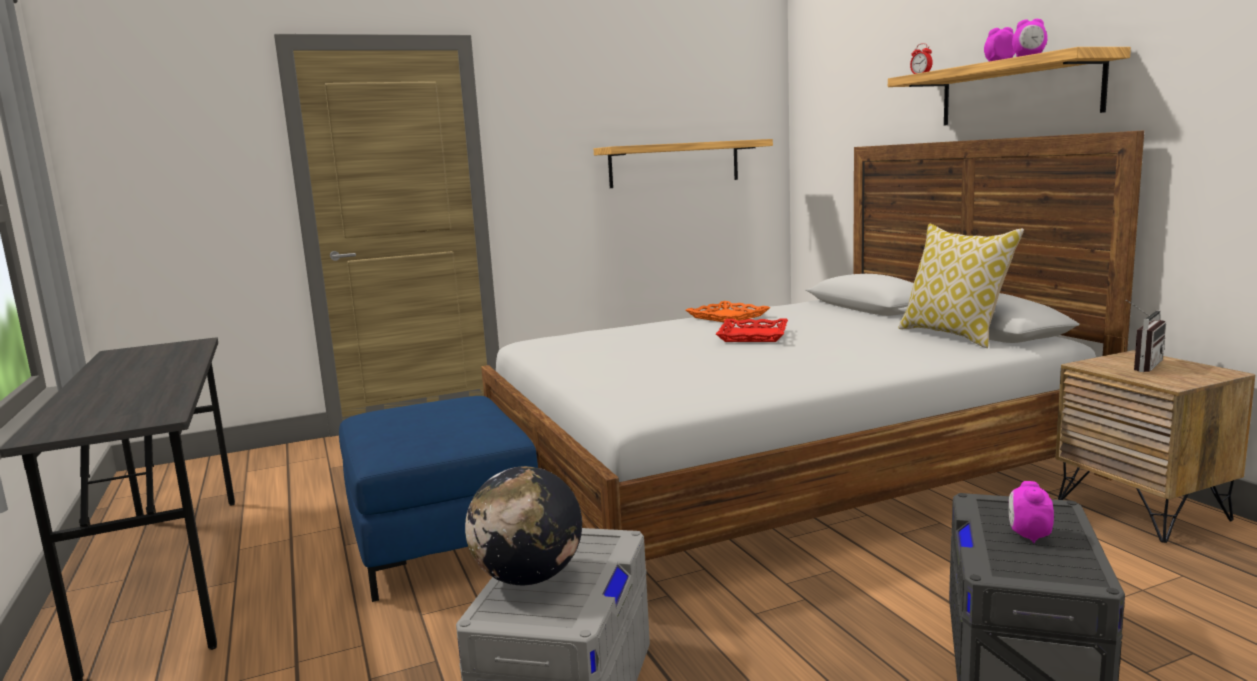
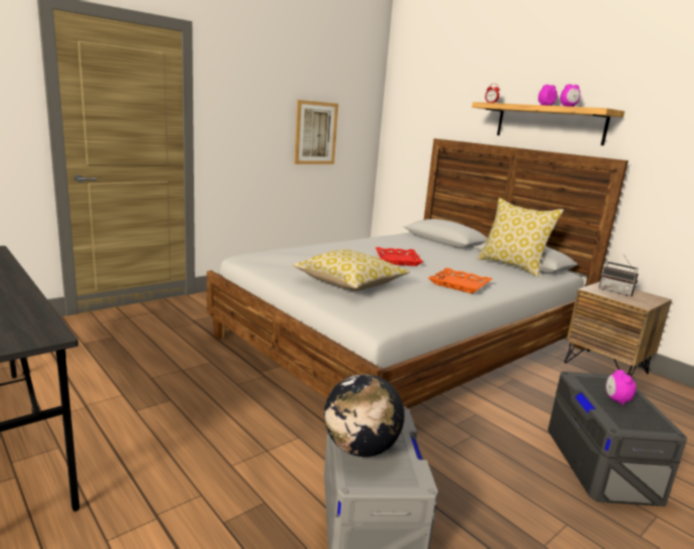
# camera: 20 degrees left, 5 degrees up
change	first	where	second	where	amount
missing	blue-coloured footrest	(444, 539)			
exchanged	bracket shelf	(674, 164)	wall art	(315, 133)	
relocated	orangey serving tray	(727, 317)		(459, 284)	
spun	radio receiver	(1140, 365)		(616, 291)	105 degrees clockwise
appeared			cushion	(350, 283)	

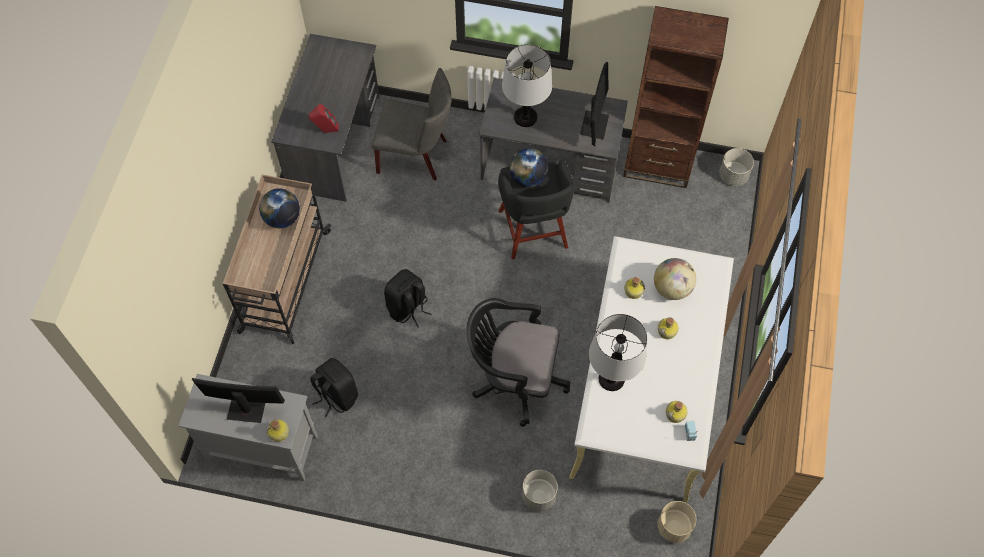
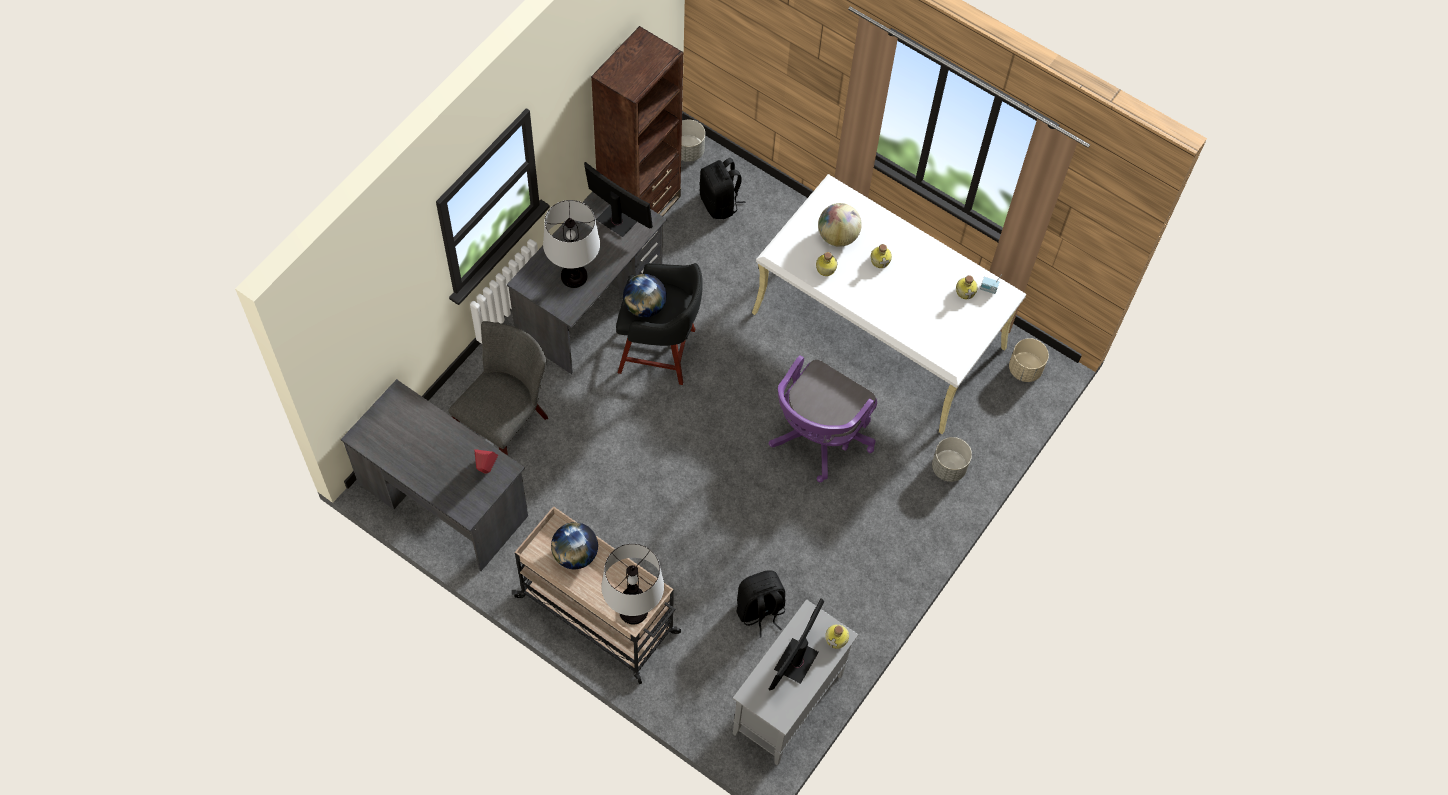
# camera: 70 degrees left, 0 degrees up
change	first	where	second	where	amount
relocated	black knapsack	(408, 308)		(720, 203)	
colour	black computer chair	(514, 379)	purple computer chair	(818, 438)	
relocated	table lamp	(611, 379)		(633, 611)	

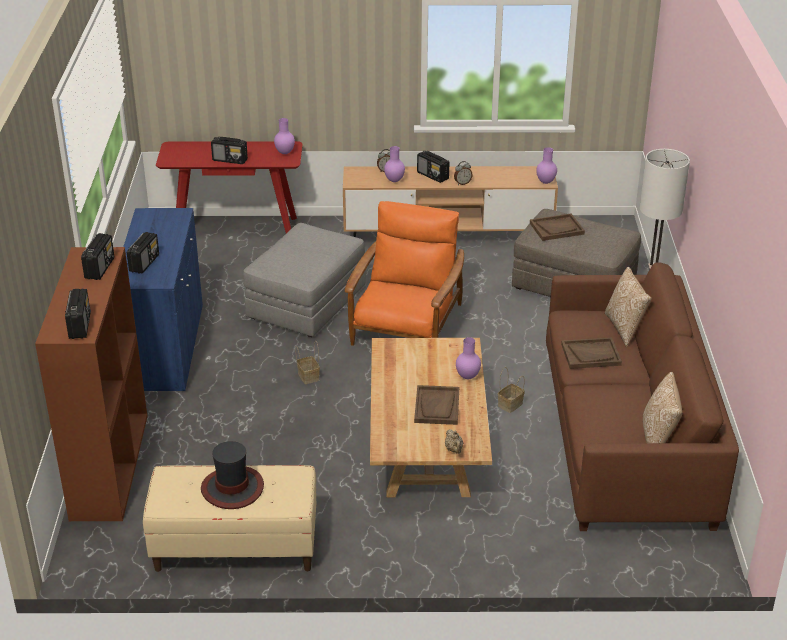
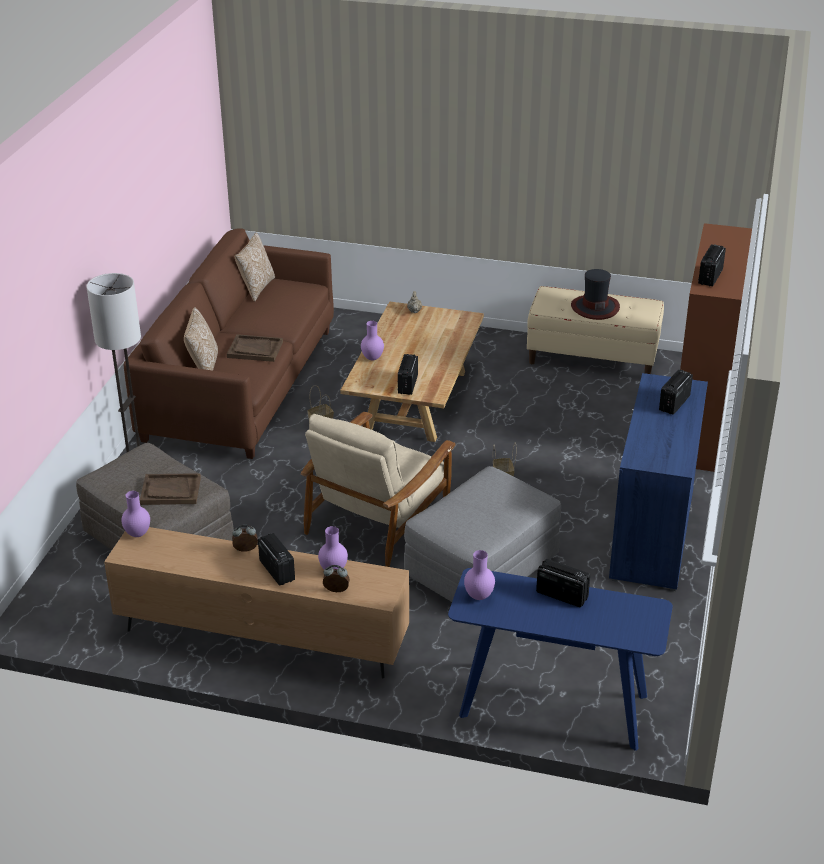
# camera: 165 degrees left, 0 degrees up
change	first	where	second	where	amount
relocated	radio receiver	(80, 325)		(407, 385)	
colour	reddish console table	(236, 230)	blue-coloured console table	(553, 706)	
colour	orangey easy chair	(406, 326)	beige easy chair	(379, 518)	
missing	brown-coloured serving tray	(437, 406)			

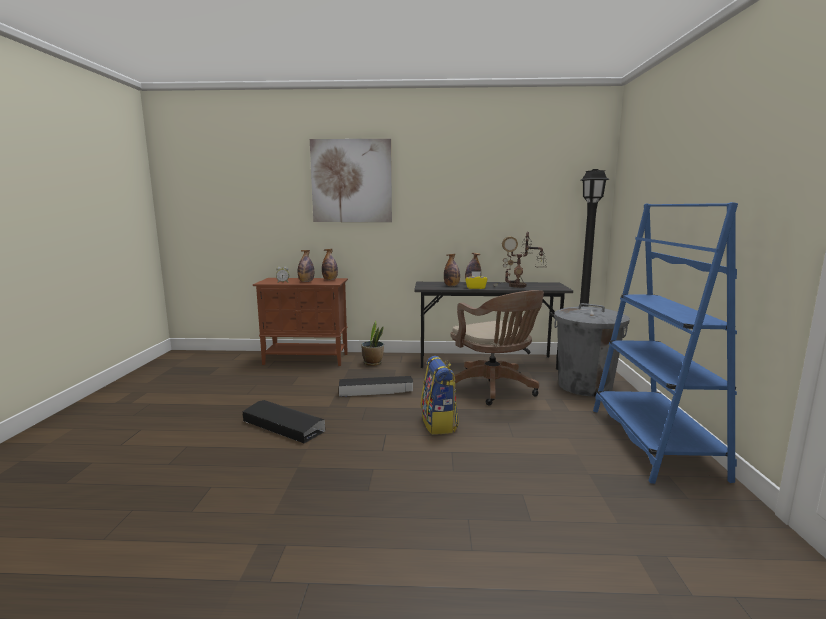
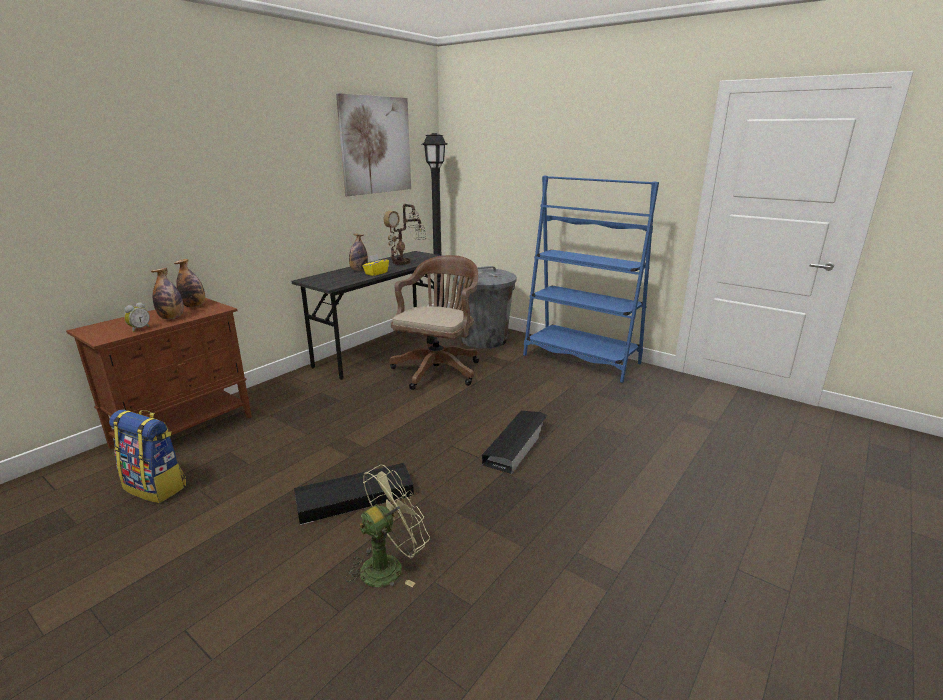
# camera: 55 degrees left, 10 degrees up
change	first	where	second	where	amount
relocated	wall art	(351, 181)		(376, 145)	
relocated	black storage box	(376, 390)		(516, 445)	
missing	plant in a pot	(373, 363)			
relocated	knapsack	(439, 424)		(157, 487)	
missing	bottle	(451, 286)			
spun	brown-coloured computer chair	(494, 389)		(438, 369)	75 degrees counterclockwise
appeared			greenish cooling fan	(389, 565)	

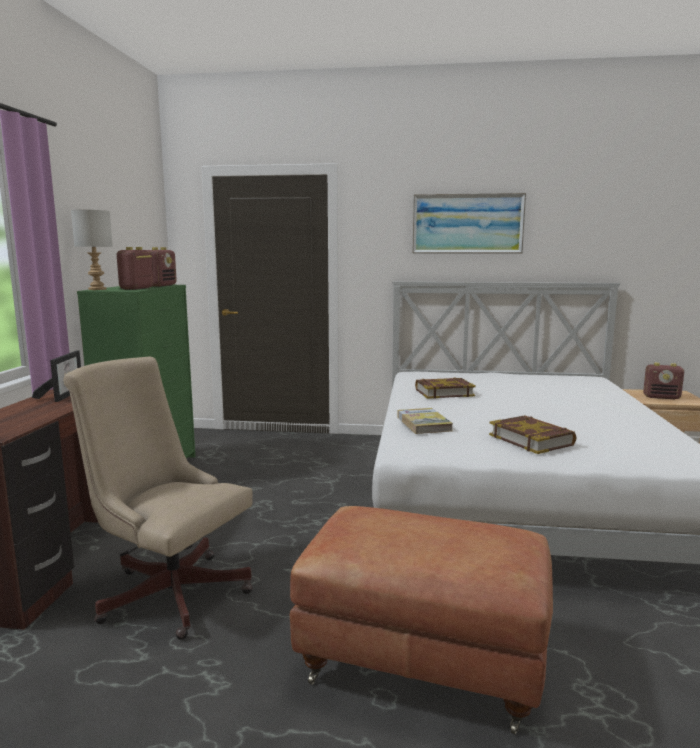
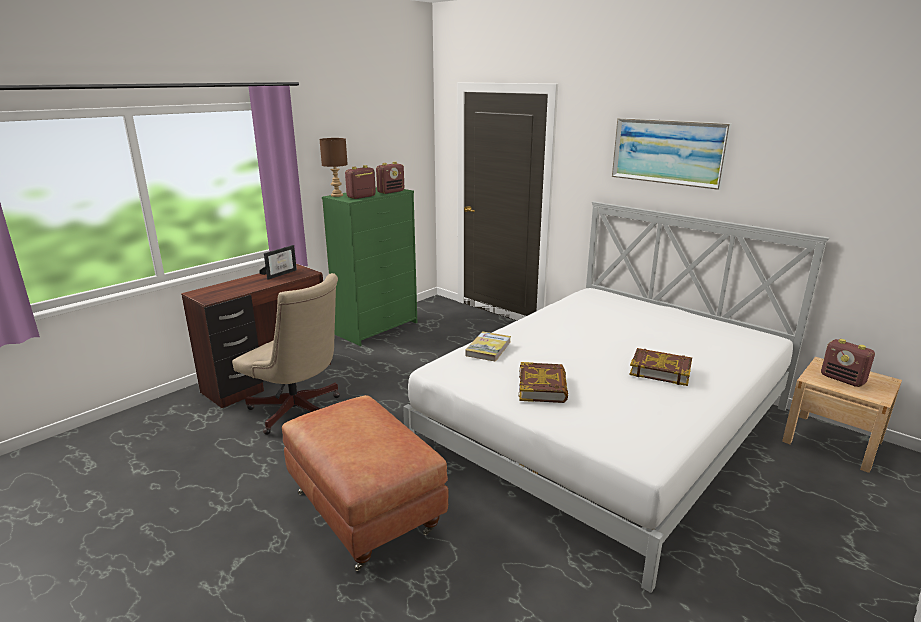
# camera: 35 degrees right, 10 degrees up
change	first	where	second	where	amount
spun	beige computer chair	(168, 591)		(299, 413)	150 degrees clockwise
colour	greyish table lamp	(96, 289)	brown-coloured table lamp	(336, 195)	
relocated	volume	(444, 392)		(660, 370)	

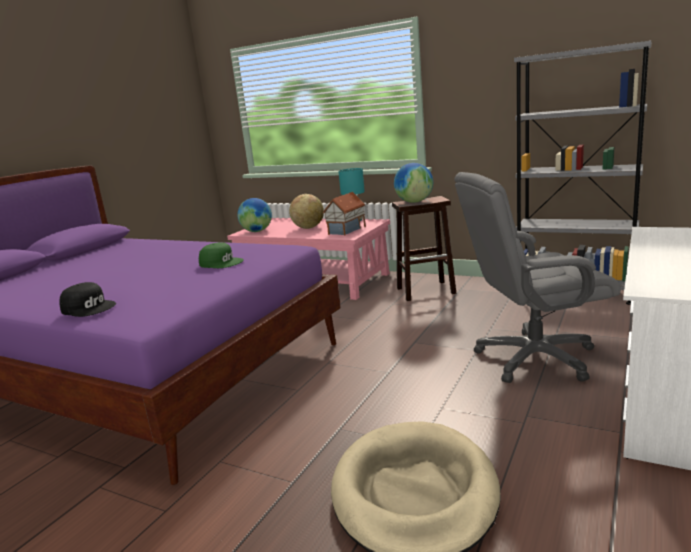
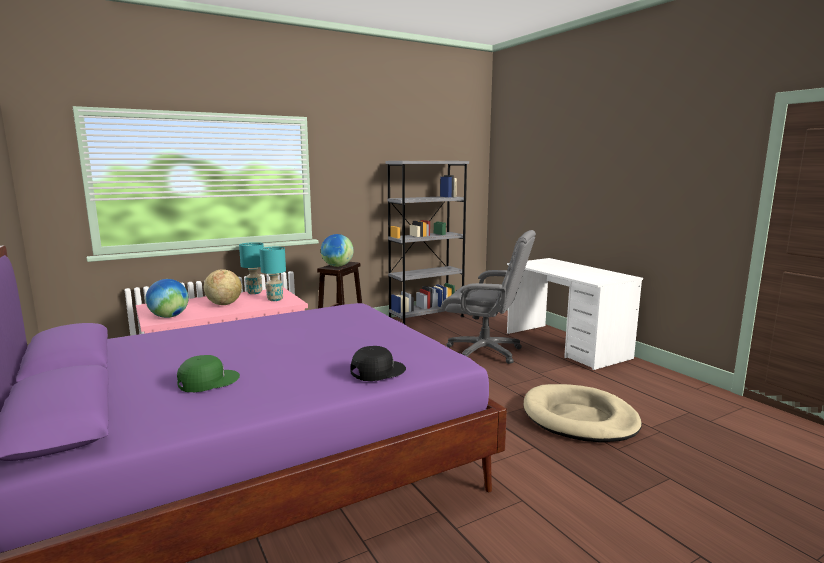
# camera: 60 degrees left, 5 degrees down
change	first	where	second	where	amount
relocated	greenish baseball cap	(221, 262)		(208, 381)	
exchanged	toy house	(347, 230)	turquoise-coloured table lamp	(275, 299)	
spun	greyish computer chair	(534, 358)		(485, 351)	90 degrees counterclockwise

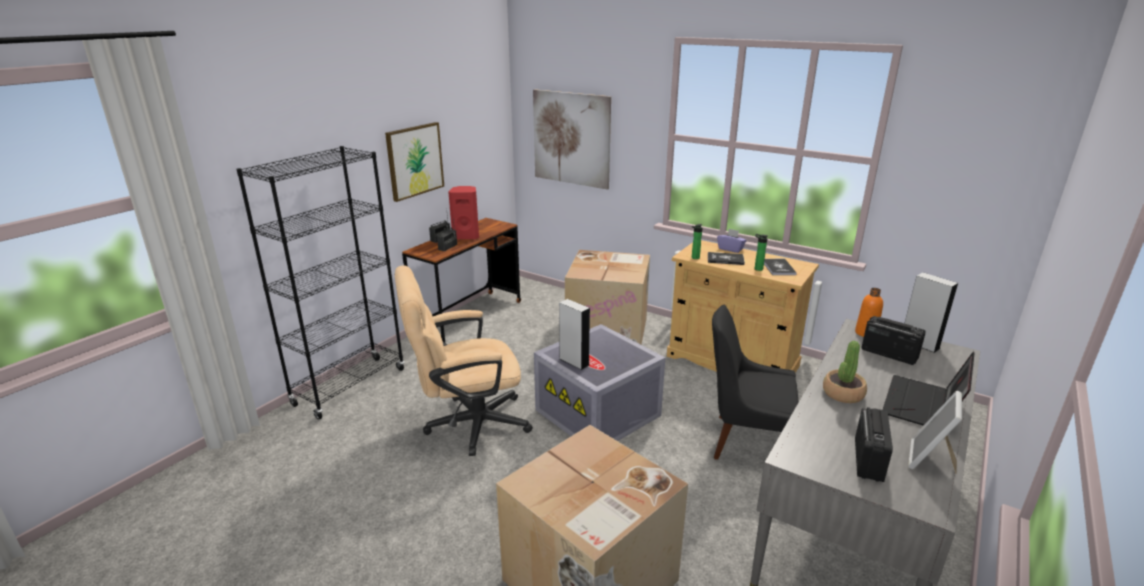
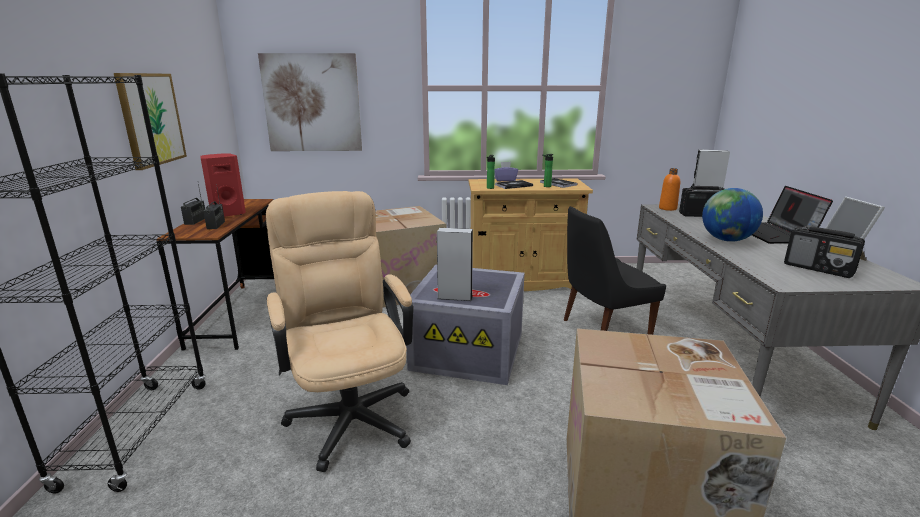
# camera: 35 degrees left, 5 degrees down
change	first	where	second	where	amount
spun	beige computer chair	(467, 425)		(349, 411)	120 degrees clockwise
exchanged	plant in a pot	(842, 393)	world globe	(726, 240)	
spun	radio receiver	(868, 459)		(818, 269)	150 degrees clockwise

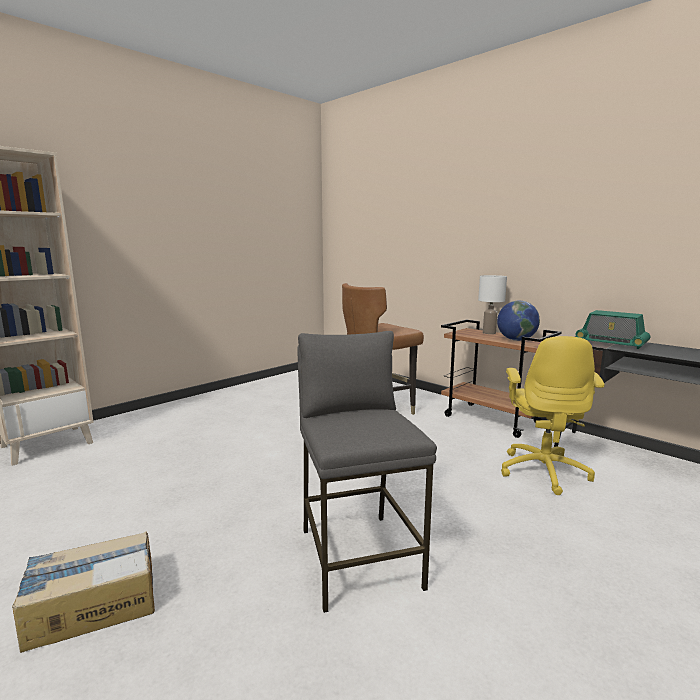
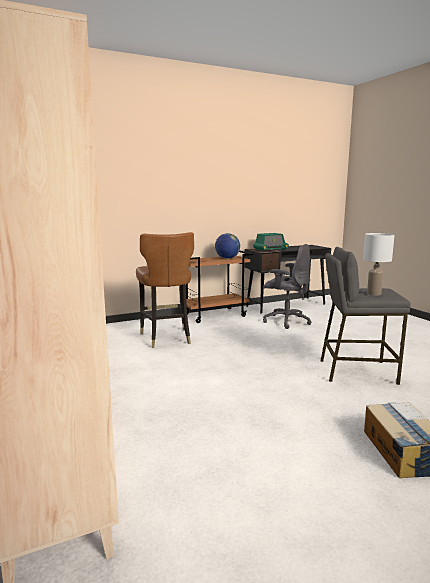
# camera: 70 degrees left, 0 degrees up
change	first	where	second	where	amount
relocated	white-coloured table lamp	(489, 333)		(373, 293)	
colour	yellow computer chair	(543, 471)	greyish computer chair	(286, 321)	

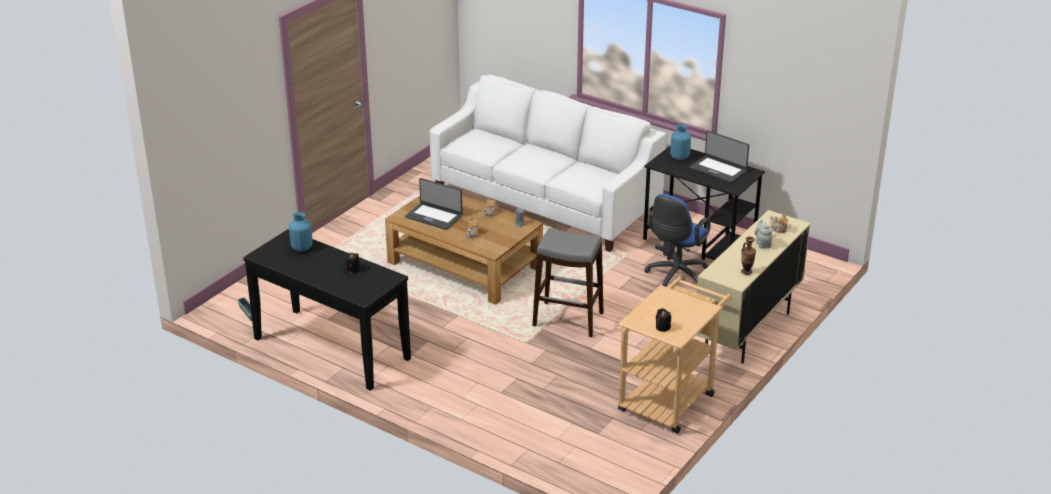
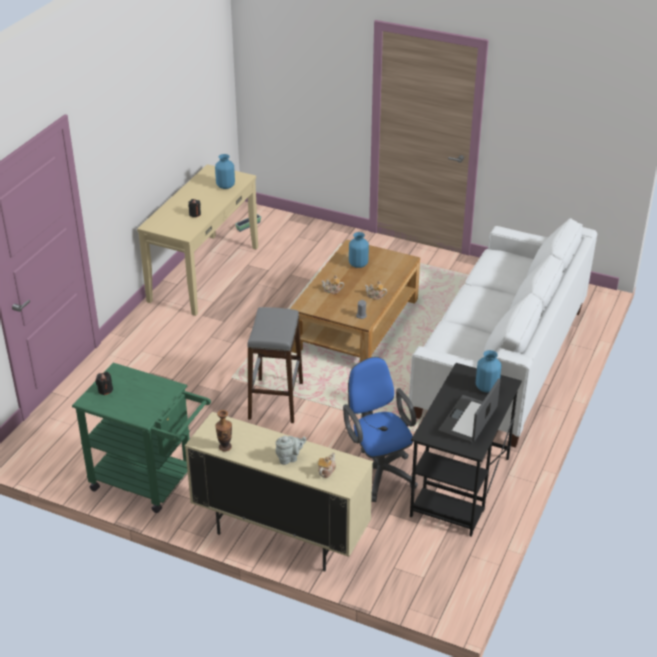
# camera: 80 degrees right, 5 degrees up
change	first	where	second	where	amount
colour	black console table	(331, 349)	beige console table	(203, 273)	
exchanged	laptop	(434, 216)	blue-coloured vase	(358, 264)	
colour	beige trolley	(670, 397)	greenish trolley	(150, 482)	
spun	blue-coloured computer chair	(675, 277)		(378, 471)	45 degrees clockwise

